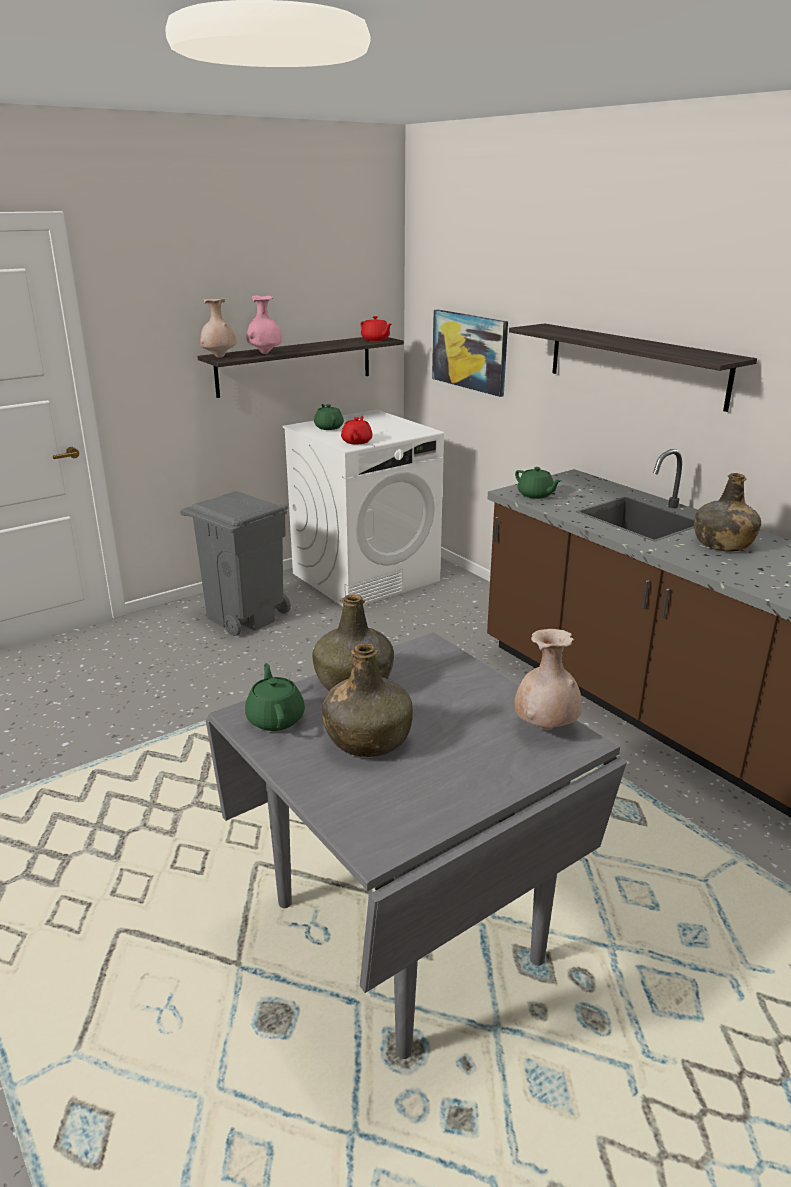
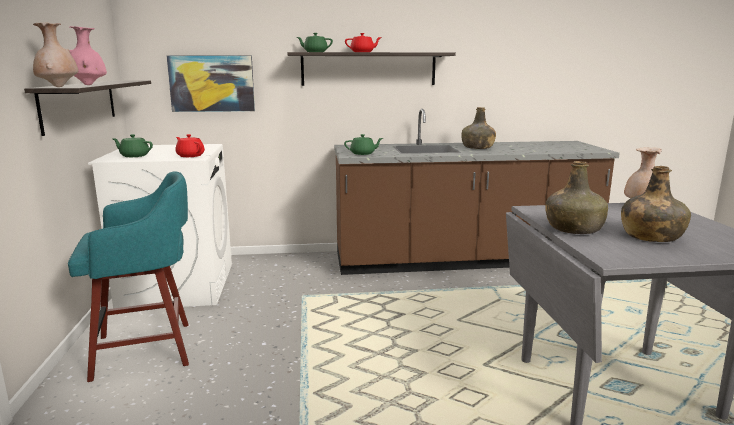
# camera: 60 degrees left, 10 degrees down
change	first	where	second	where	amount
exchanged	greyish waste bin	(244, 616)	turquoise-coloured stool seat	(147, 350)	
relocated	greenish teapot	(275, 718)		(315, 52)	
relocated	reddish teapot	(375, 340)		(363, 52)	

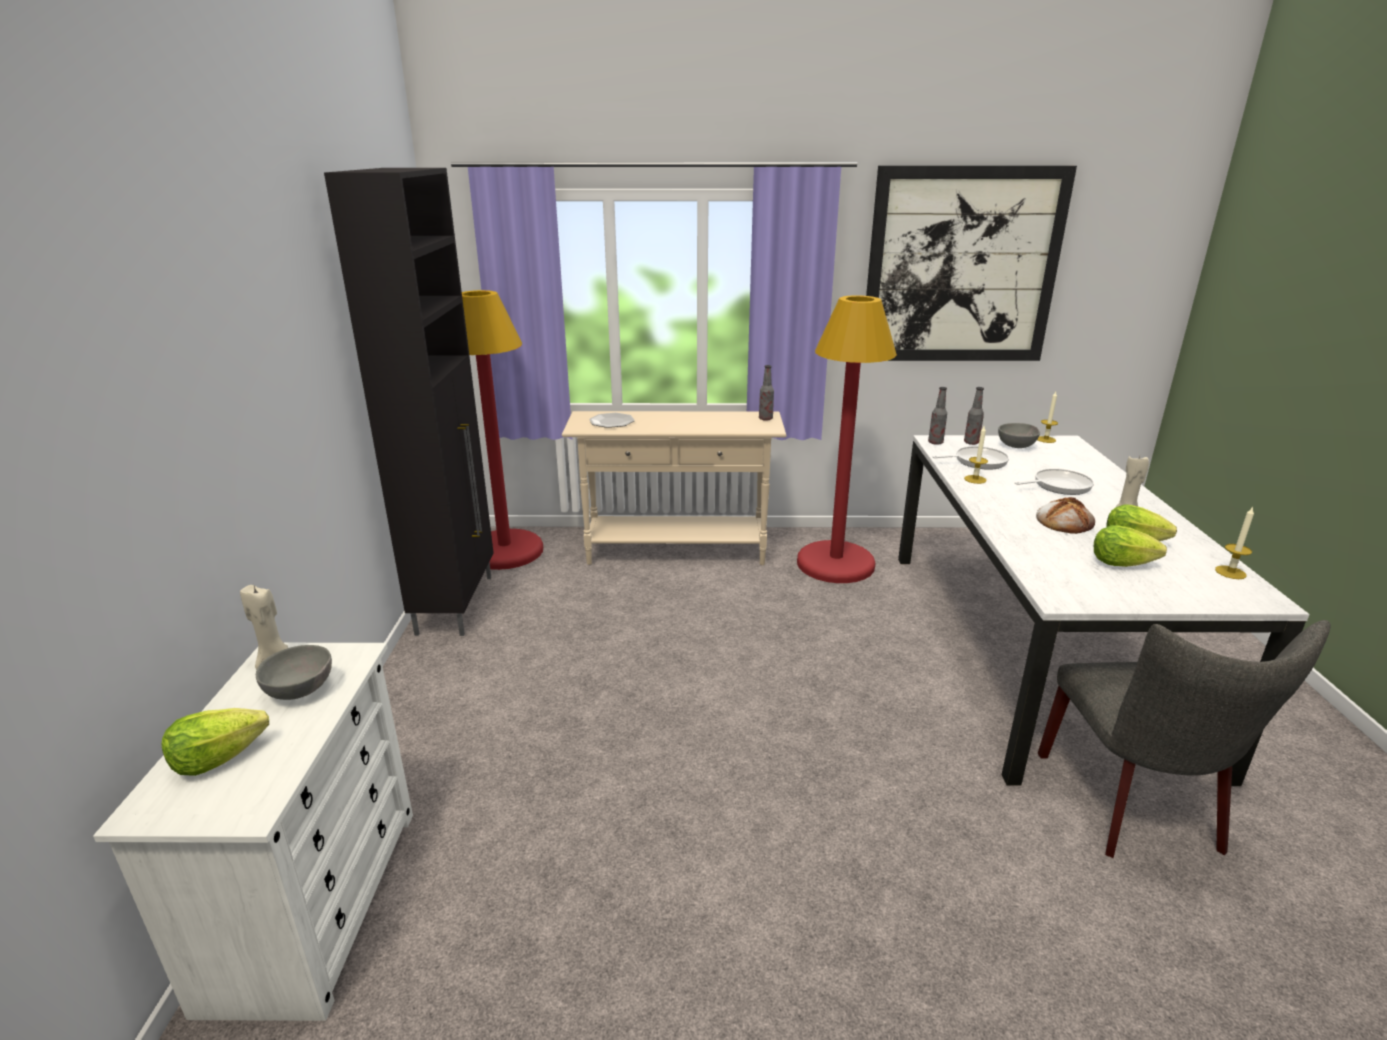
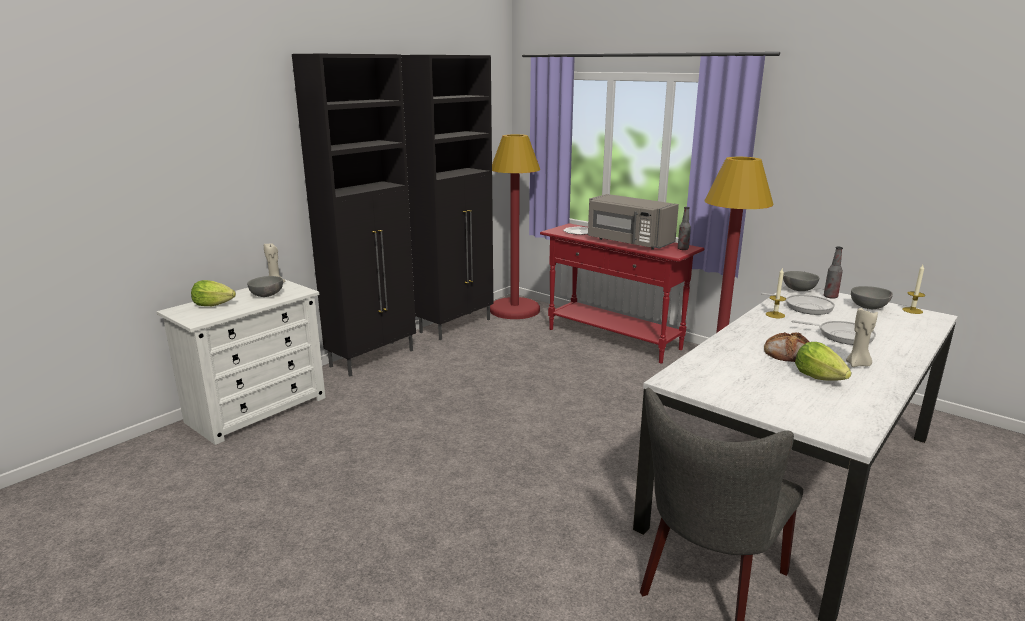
# camera: 40 degrees right, 5 degrees down
change	first	where	second	where	amount
colour	beige console table	(677, 552)	reddish console table	(613, 339)	
missing	wall art	(961, 267)			
exchanged	bottle	(935, 442)	greyish deep dish	(797, 290)	
missing	lettuce head	(1120, 563)			
missing	wax light	(1230, 572)			
appeared			black storage cabinet	(373, 358)	
appeared			greyish microwave oven	(628, 242)	

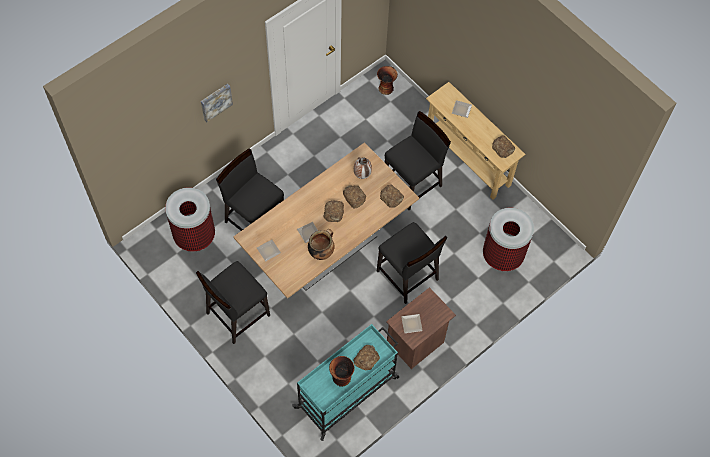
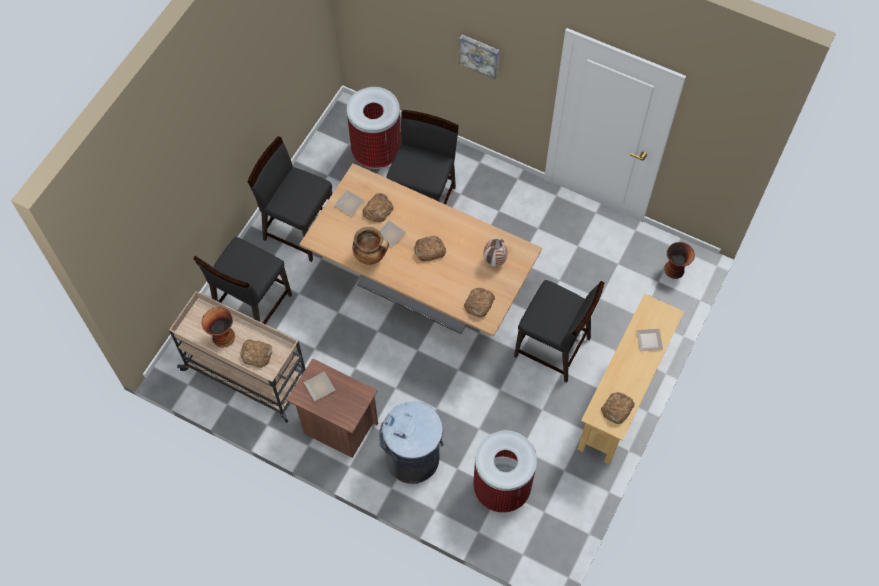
# camera: 70 degrees right, 0 degrees up
change	first	where	second	where	amount
colour	turquoise-coloured trolley	(347, 392)	beige trolley	(249, 375)	
relocated	bakery bread	(354, 197)		(378, 210)	
relocated	black upright chair	(407, 276)		(252, 305)	
appeared			greyish waste bin	(412, 458)	

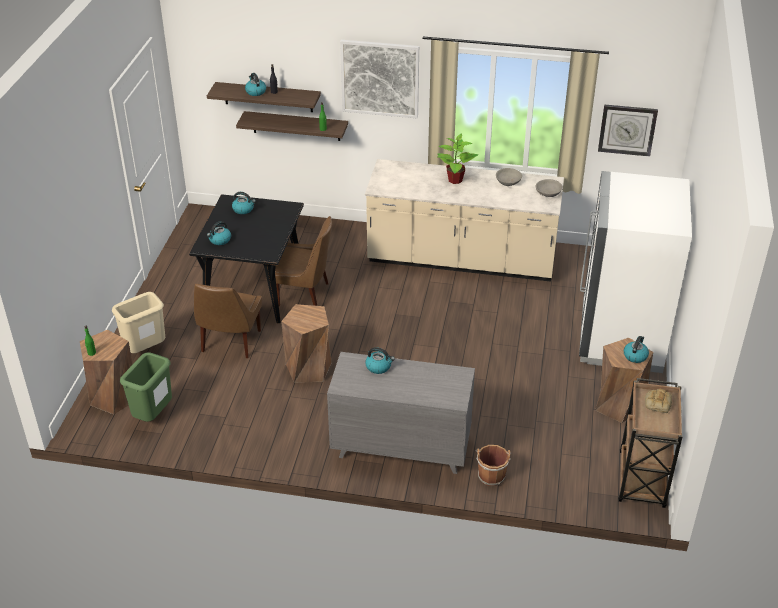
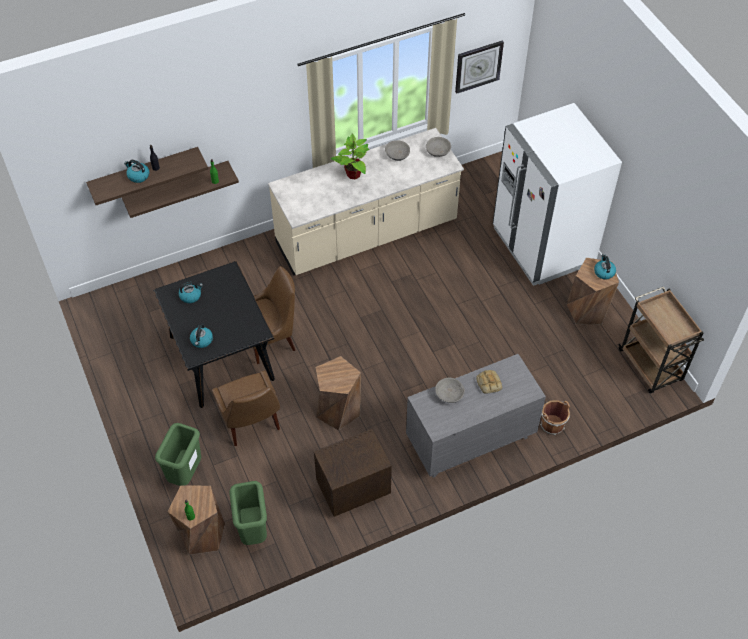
# camera: 35 degrees left, 15 degrees up
change	first	where	second	where	amount
colour	beige waste bin	(145, 350)	greenish waste bin	(185, 473)	
missing	wall art	(380, 78)			
exchanged	tea kettle	(379, 367)	greyish deep dish	(449, 394)	
relocated	bakery bread	(657, 402)		(488, 383)	
appeared			brown-coloured night table	(352, 489)	

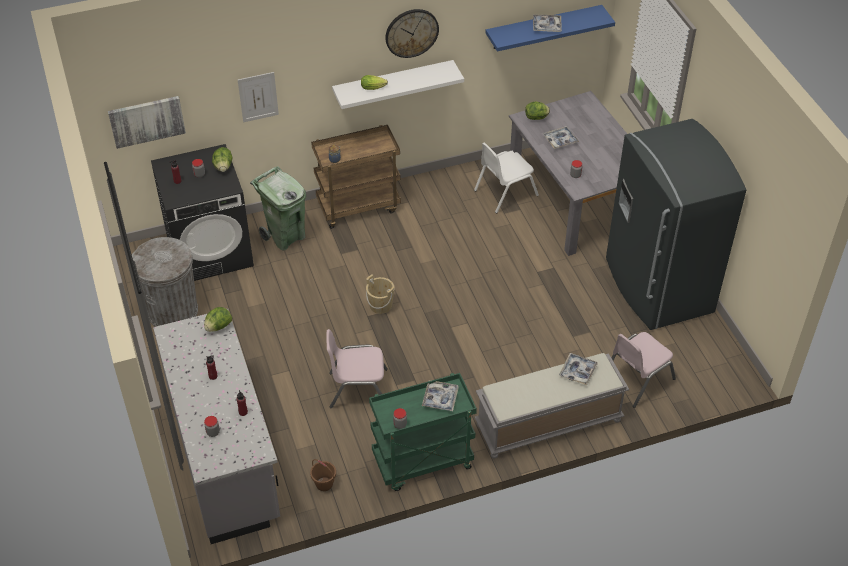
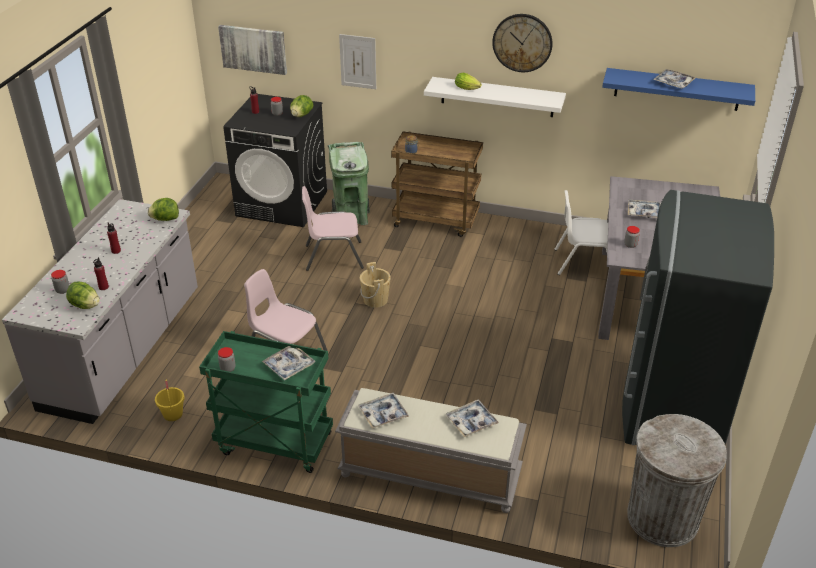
# camera: 35 degrees right, 10 degrees down
change	first	where	second	where	amount
relocated	greyish waste bin	(173, 311)		(663, 518)	
colour	brown-coloured water bucket	(324, 484)	yellow water bucket	(172, 414)	
relocated	lettuce head	(536, 118)		(85, 306)	
relocated	pink-coloured upright chair	(637, 379)		(333, 256)	
appeared			serving tray	(383, 414)	

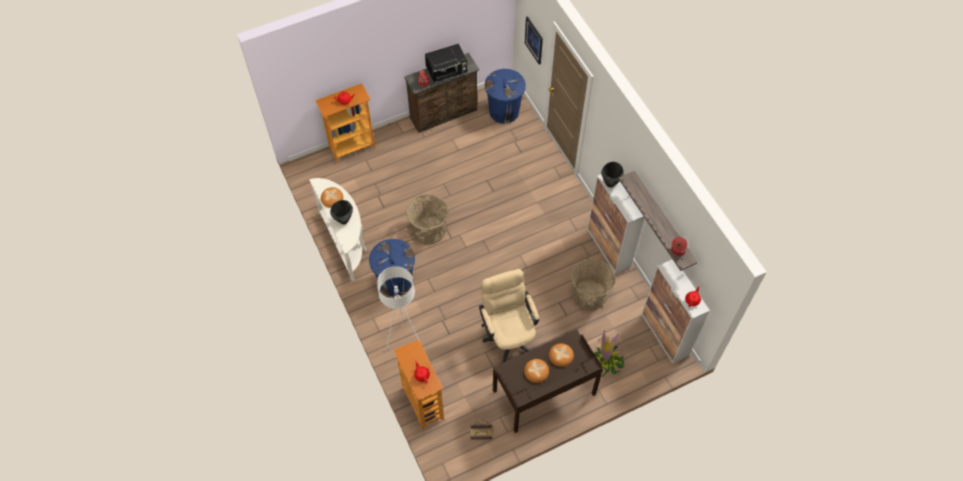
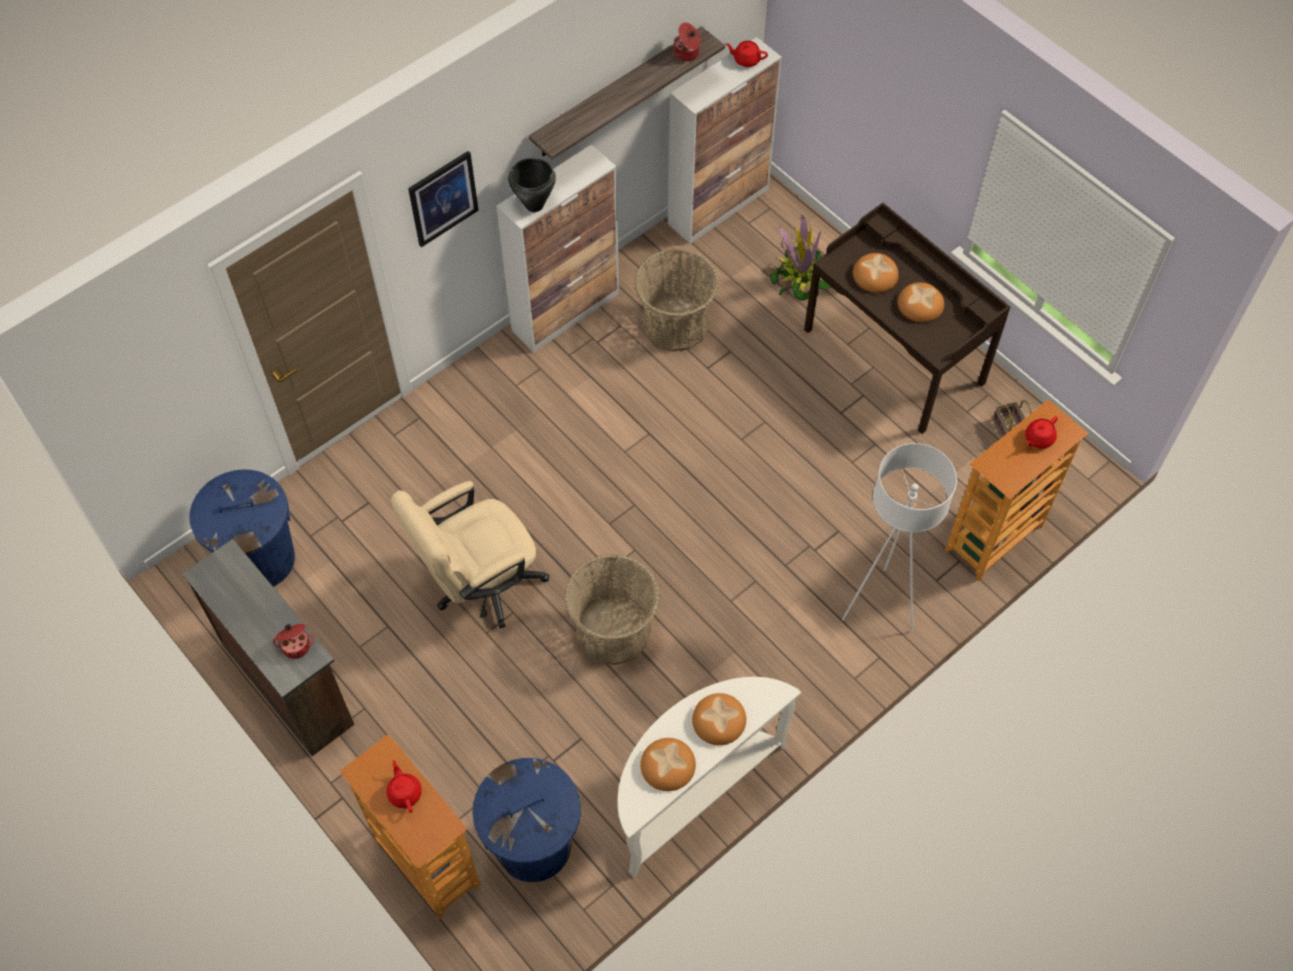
# camera: 105 degrees left, 0 degrees up
change	first	where	second	where	amount
exchanged	black stockpot	(344, 220)	bakery bread	(719, 720)	
relocated	blue-coloured waste bin	(395, 281)		(534, 845)	
missing	black microwave oven	(447, 71)			
relocated	beige computer chair	(508, 335)		(479, 585)	
relocated	wall art	(534, 40)		(443, 198)	

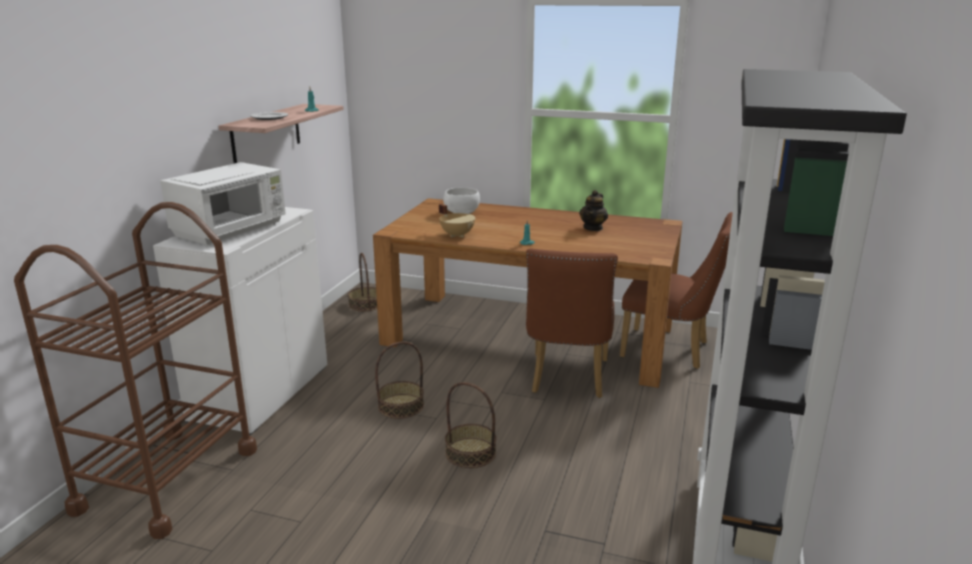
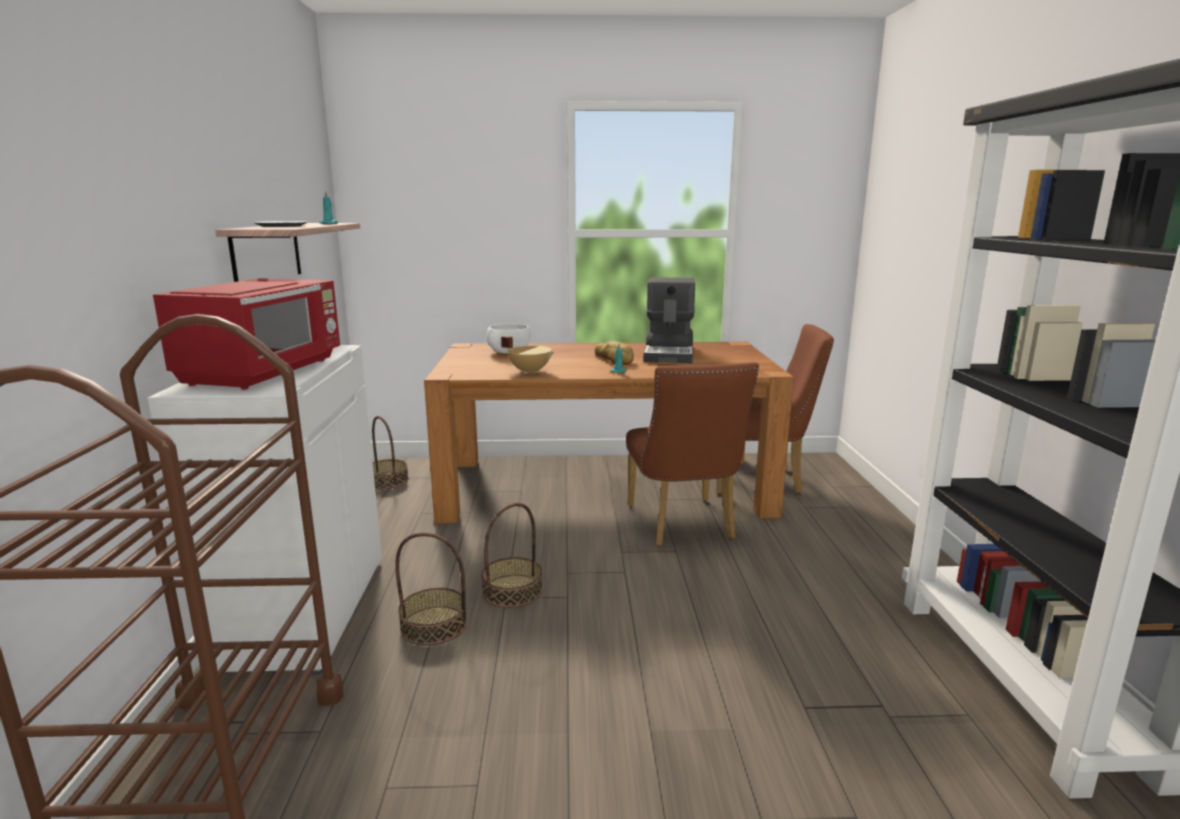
# camera: 20 degrees left, 5 degrees down
change	first	where	second	where	amount
colour	white-coloured microwave oven	(231, 230)	reddish microwave oven	(265, 371)	
relocated	household basket	(471, 452)		(434, 625)	
exchanged	teapot	(593, 228)	coffee brewer	(670, 353)	
appeared			bakery bread	(614, 359)	

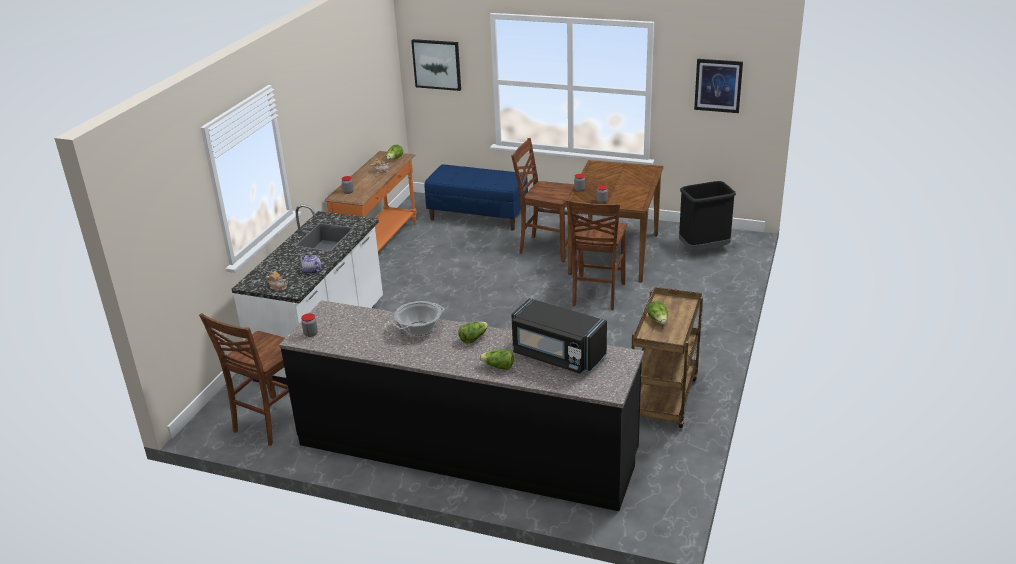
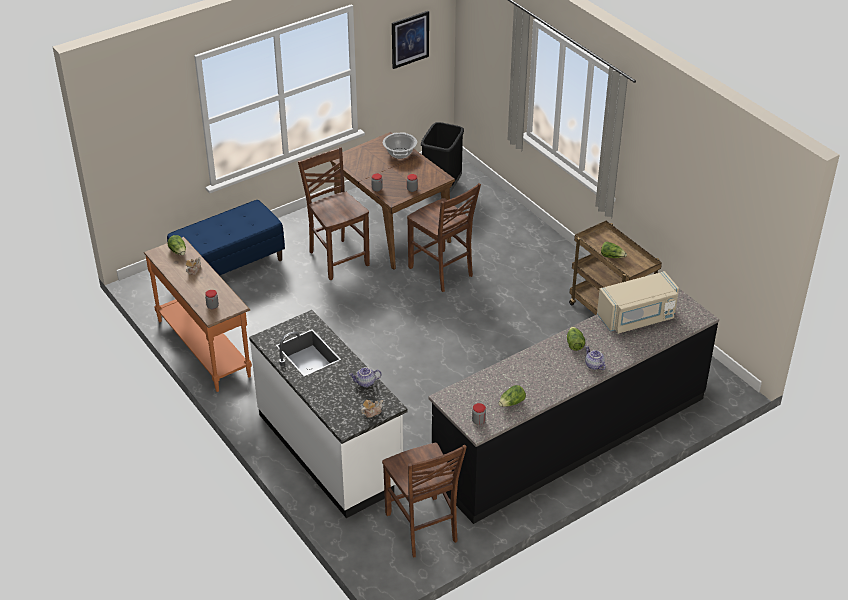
# camera: 55 degrees left, 10 degrees up
change	first	where	second	where	amount
relocated	stockpot	(419, 329)		(400, 153)	
missing	wall art	(437, 64)			
relocated	lettuce head	(498, 367)		(511, 403)	
spun	brown-coloured upright chair	(547, 248)		(337, 258)	90 degrees clockwise
colour	black microwave oven	(557, 355)	beige microwave oven	(636, 317)	
appeared			teapot	(593, 365)	

